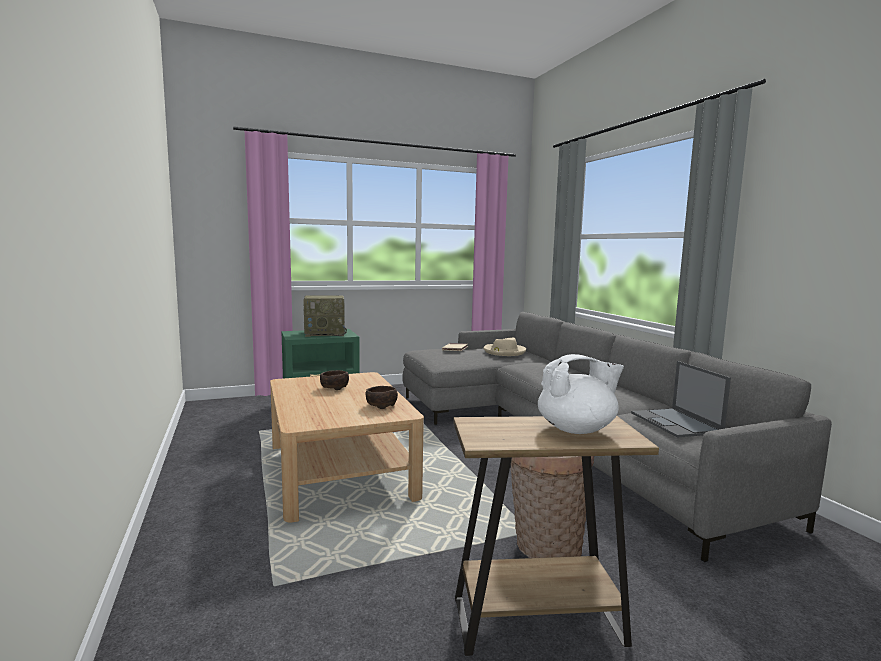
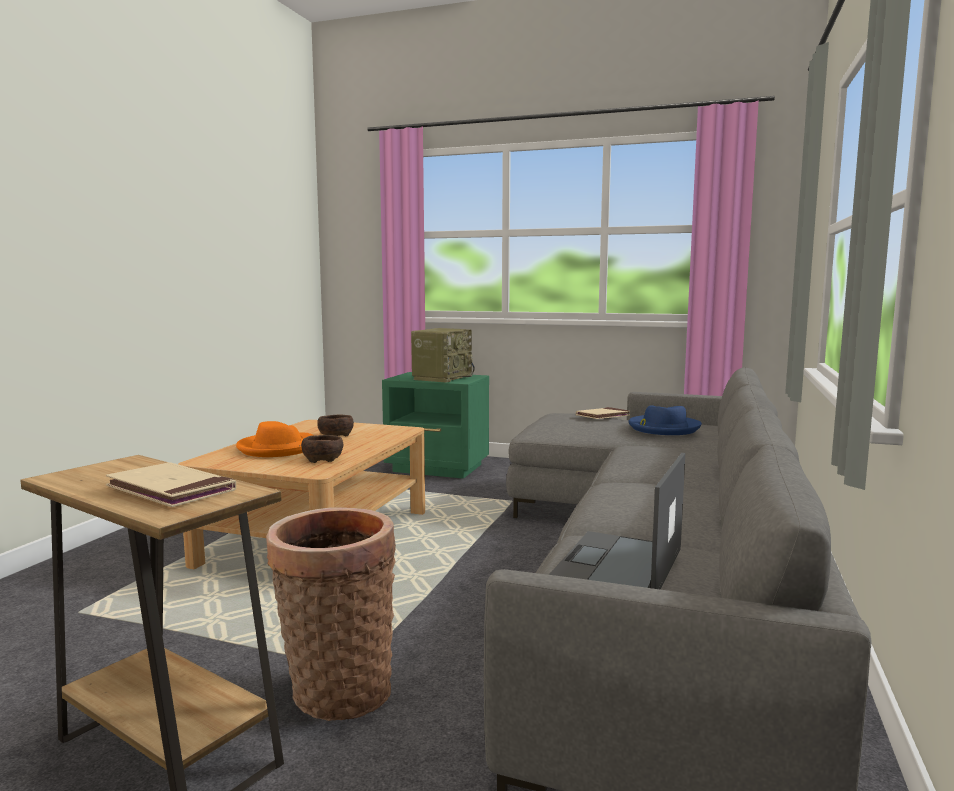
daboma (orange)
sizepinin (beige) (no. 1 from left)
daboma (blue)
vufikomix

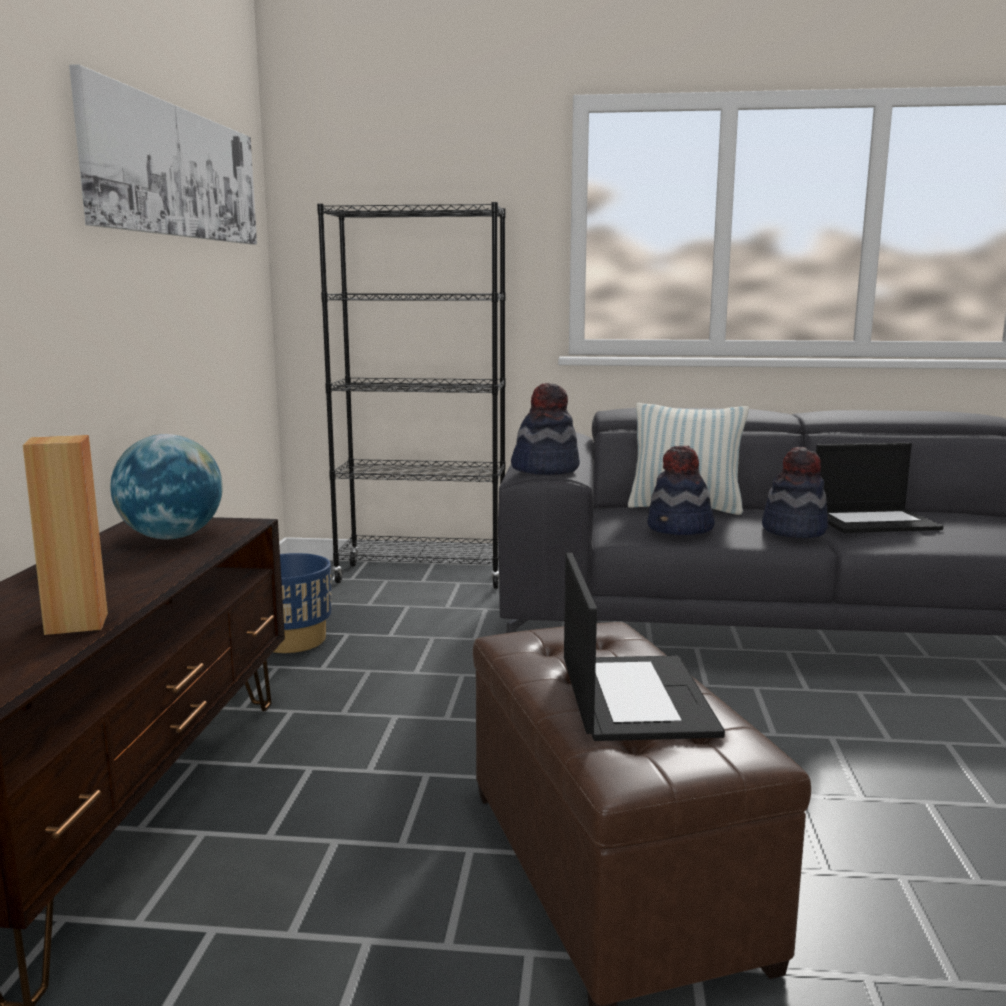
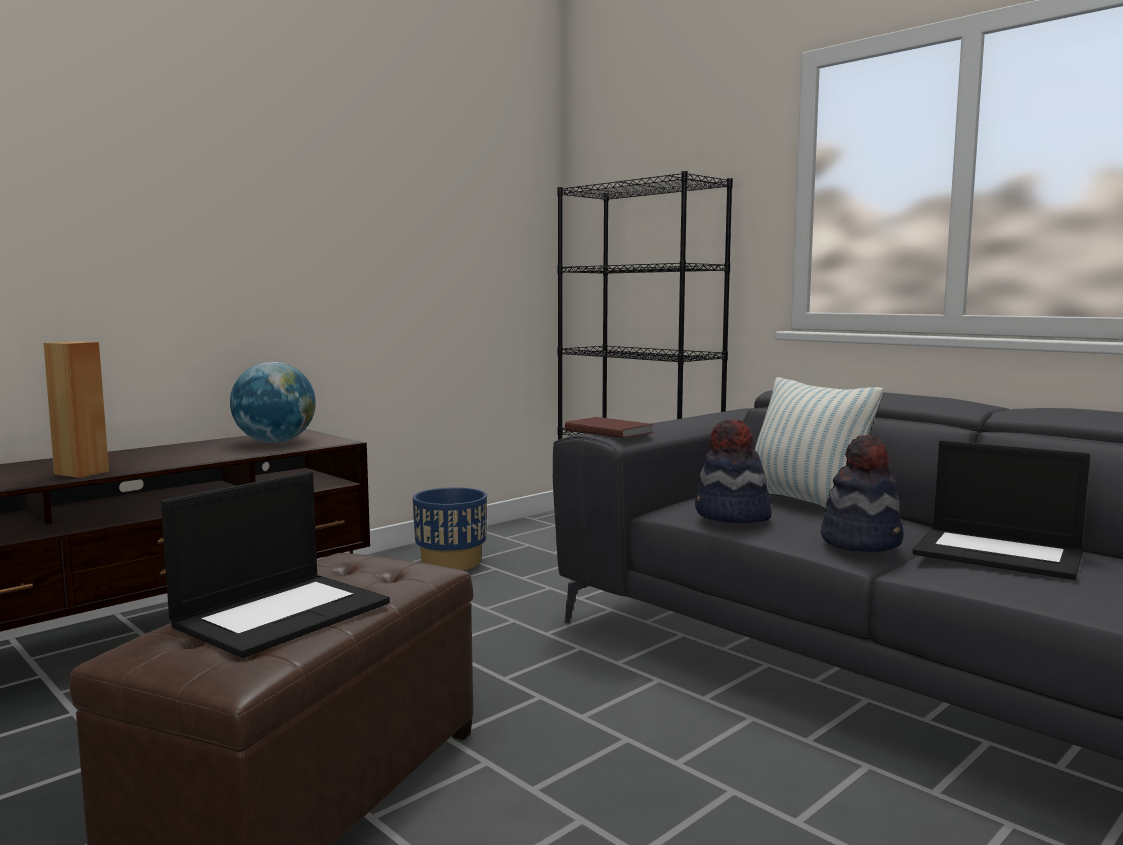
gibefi
sizepinin (brown)

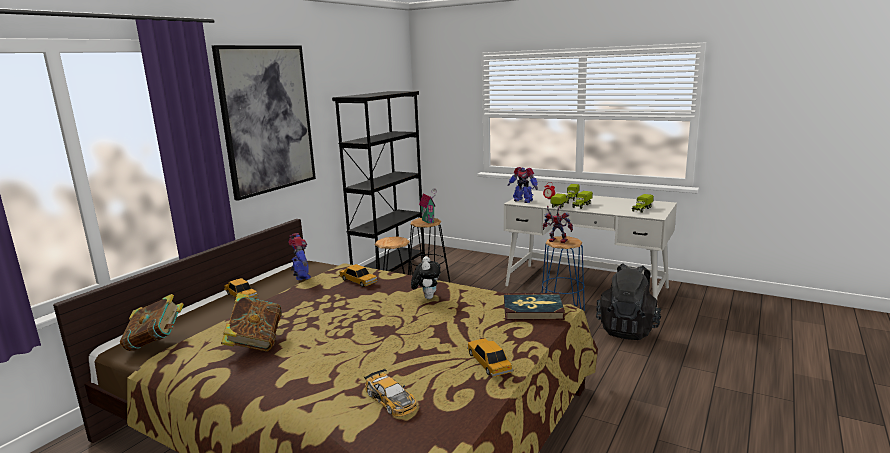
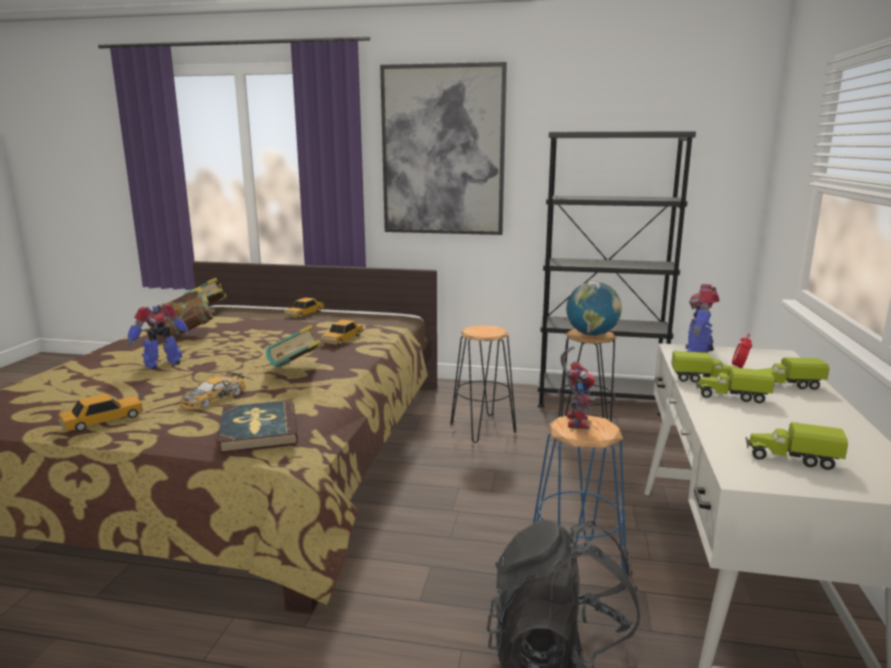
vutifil (no. 1 from left)
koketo (no. 2 from left)
sizepinin (no. 4 from left)
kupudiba

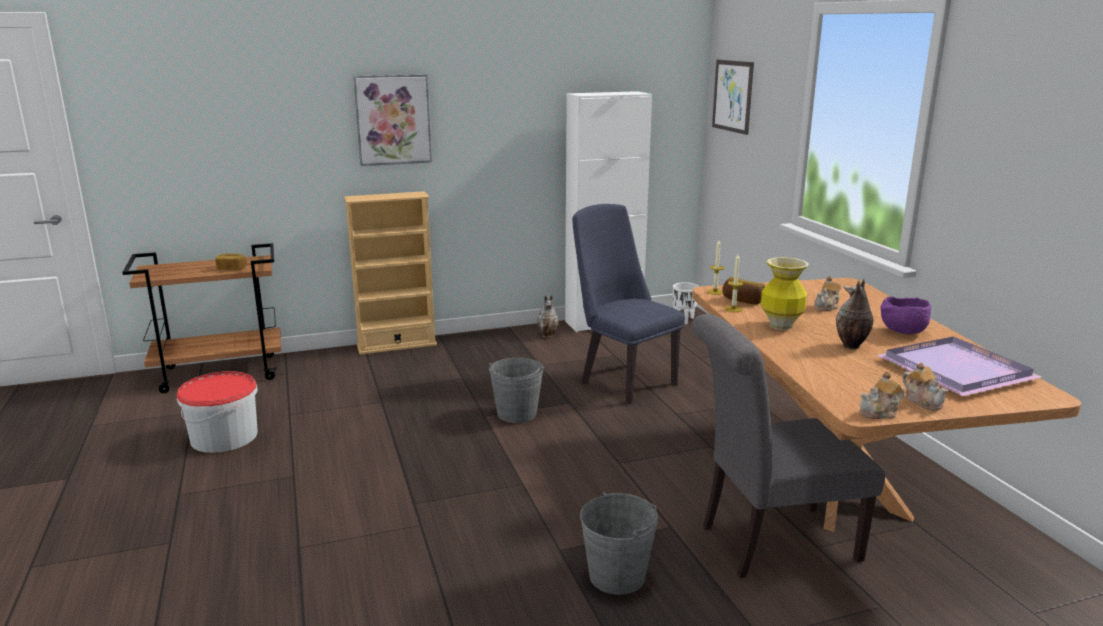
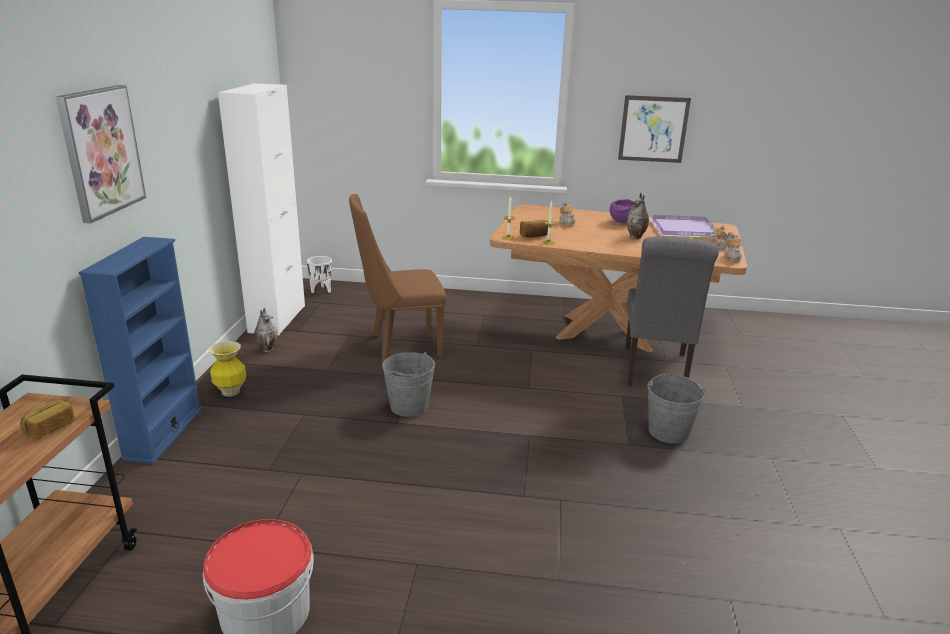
gibefi (no. 2 from left)
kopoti (no. 1 from left)
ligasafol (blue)
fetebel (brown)

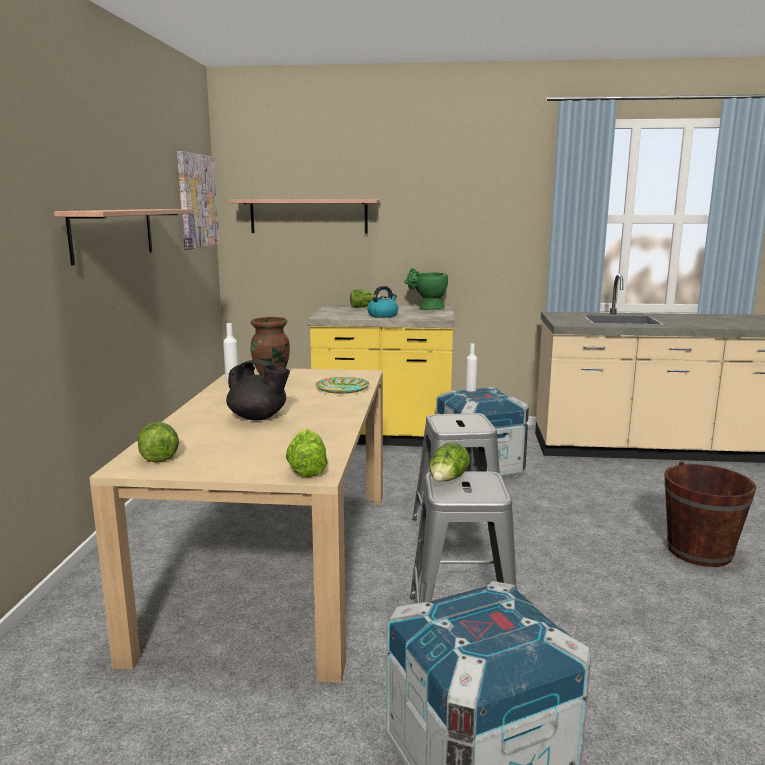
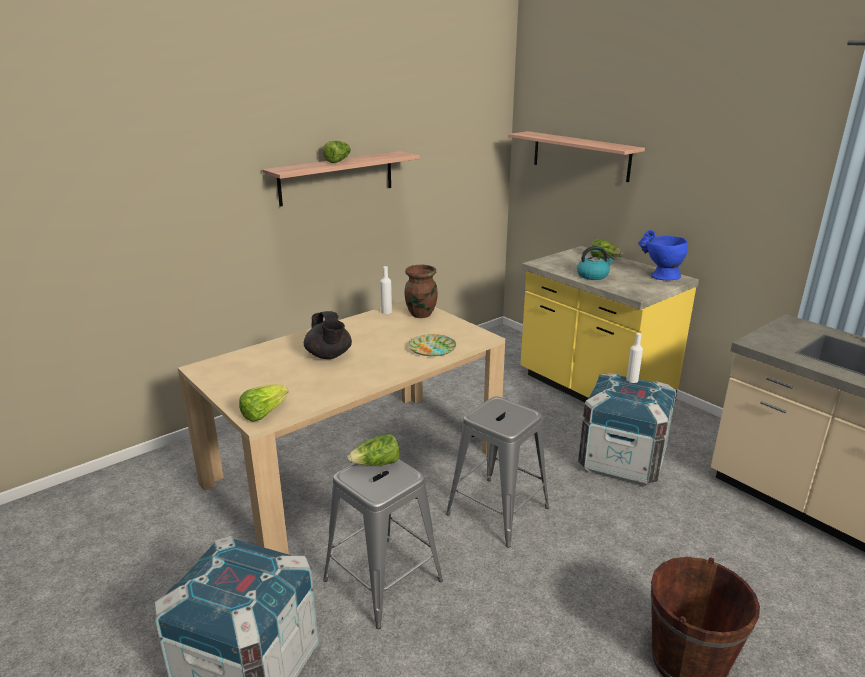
gibefi
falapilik (no. 2 from left)
kopoti (blue)

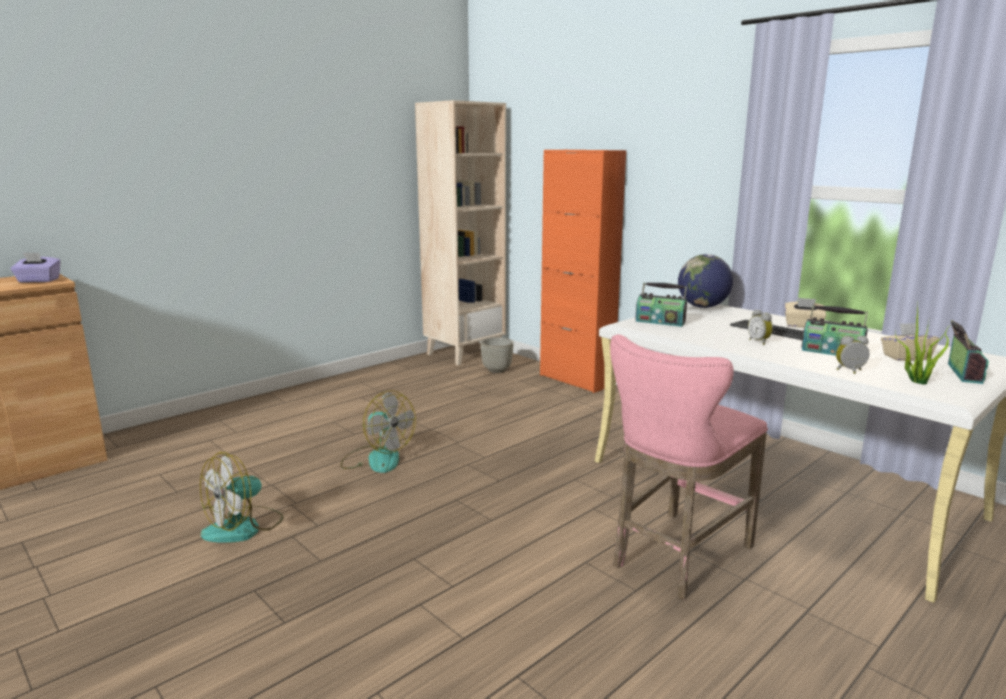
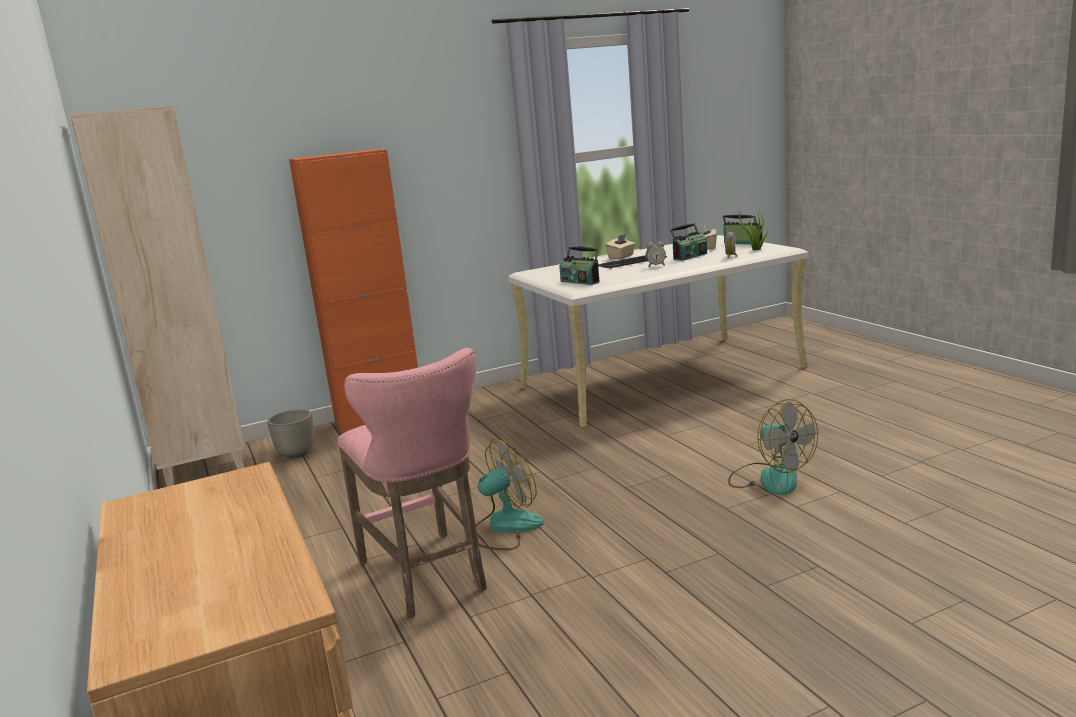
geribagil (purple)
kupudiba
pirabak (no. 2 from left)
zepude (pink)
vufikomix (no. 1 from left)

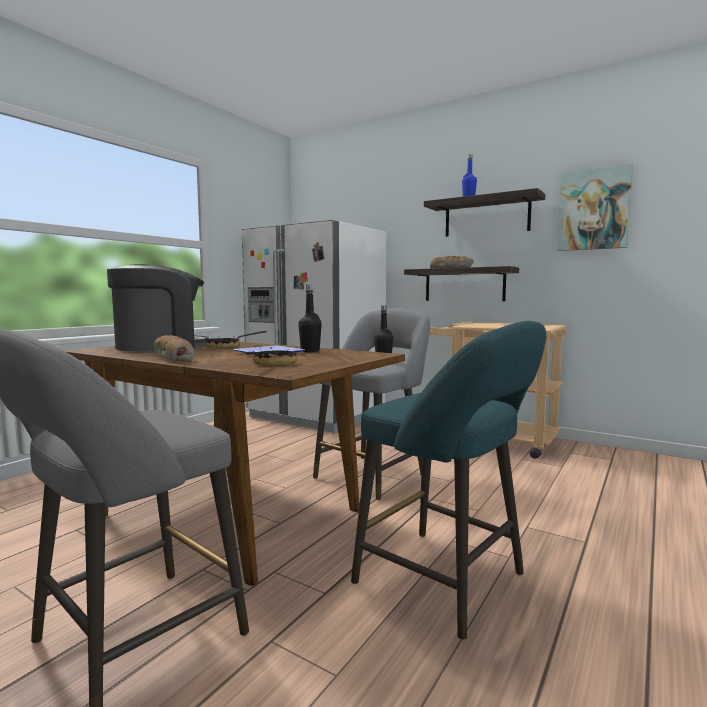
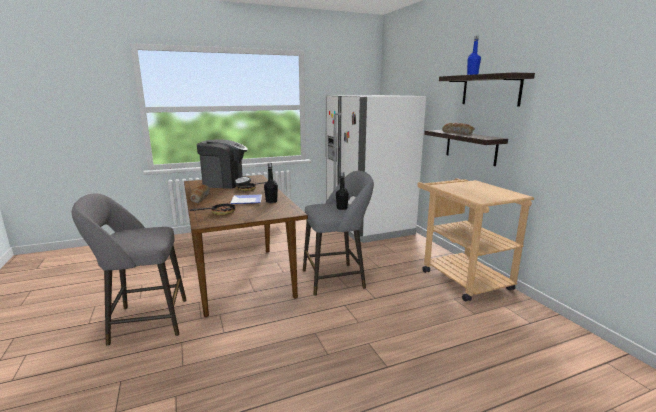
zepude (turquoise)
gibefi

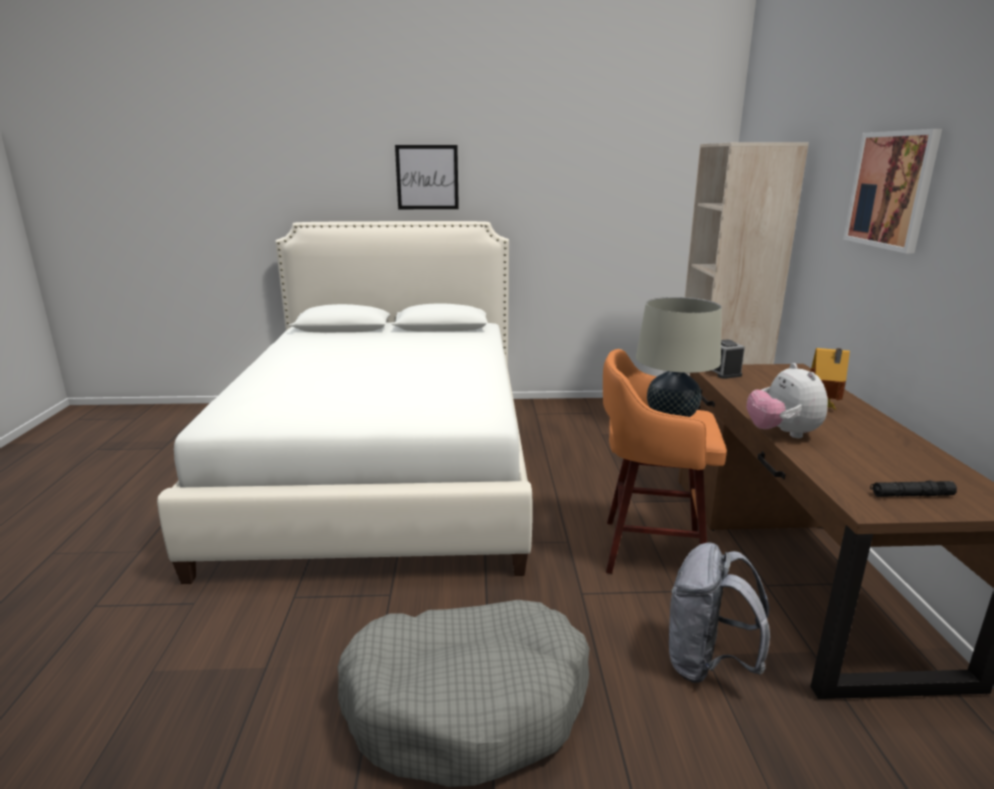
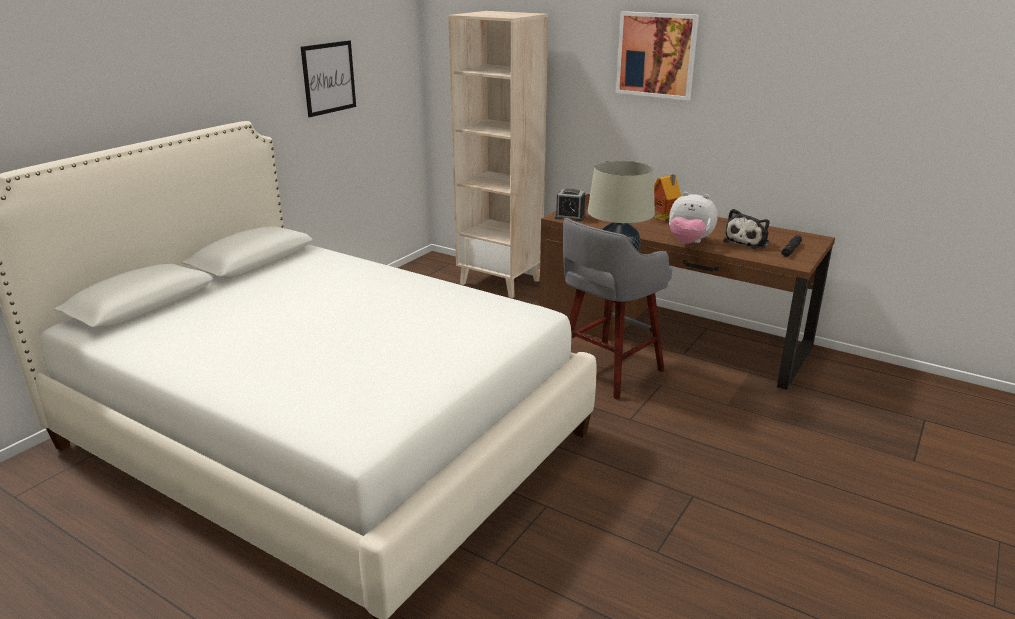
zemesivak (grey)
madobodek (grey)
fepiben (no. 2 from left)
gibefi (no. 1 from left)
zepude (grey)

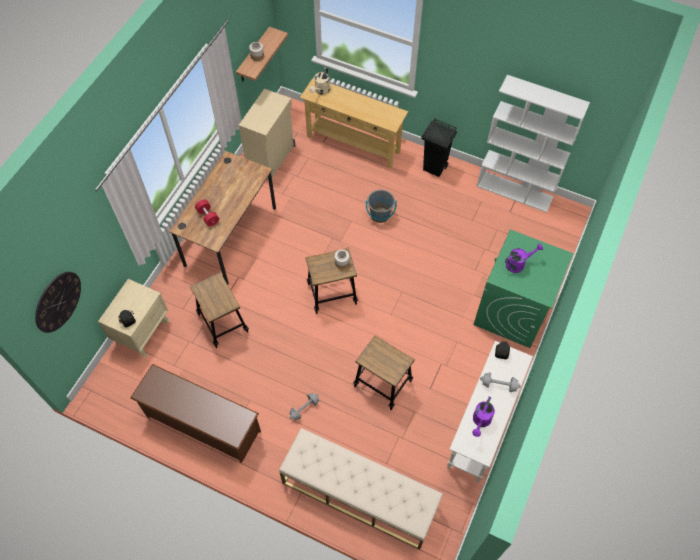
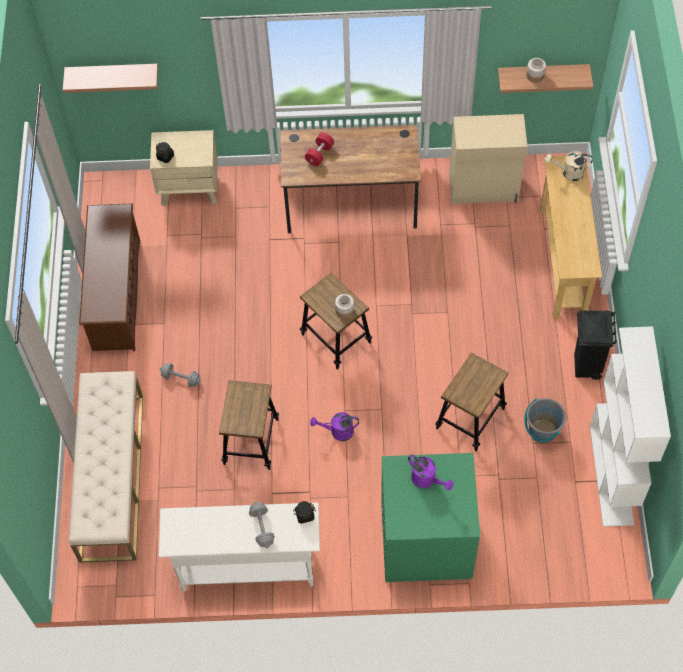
zepude (no. 3 from left)
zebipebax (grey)
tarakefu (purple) (no. 1 from left)
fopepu (no. 1 from left)

